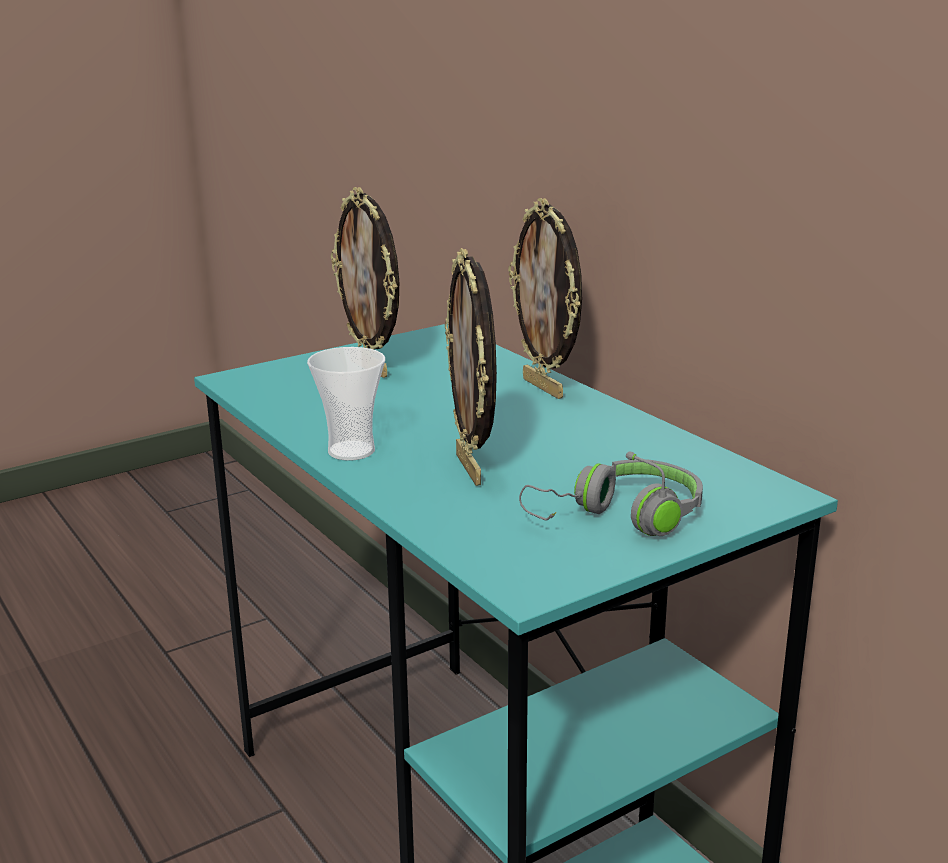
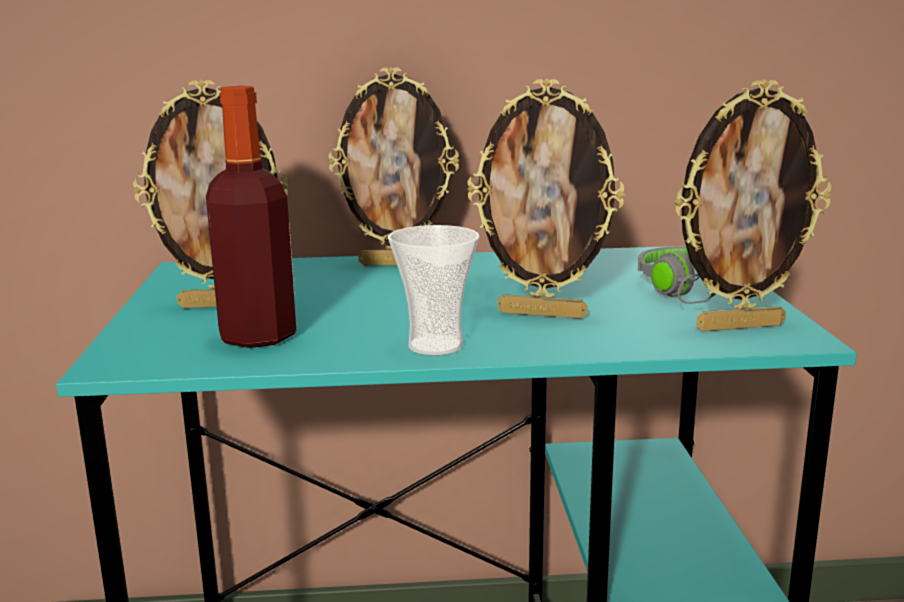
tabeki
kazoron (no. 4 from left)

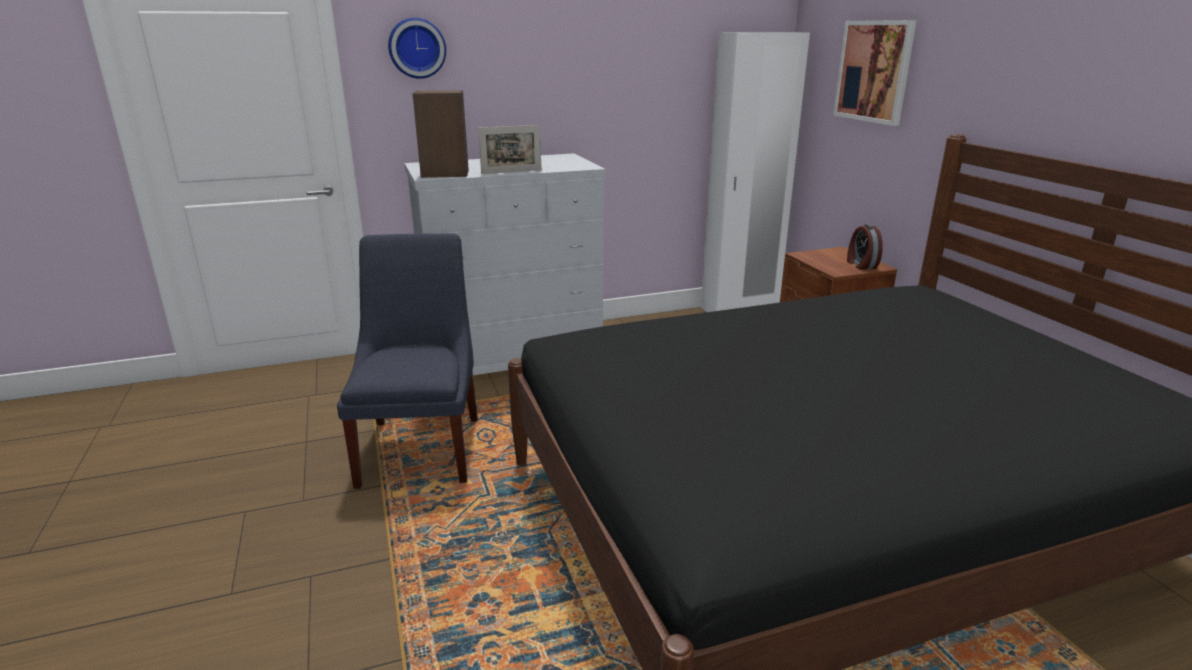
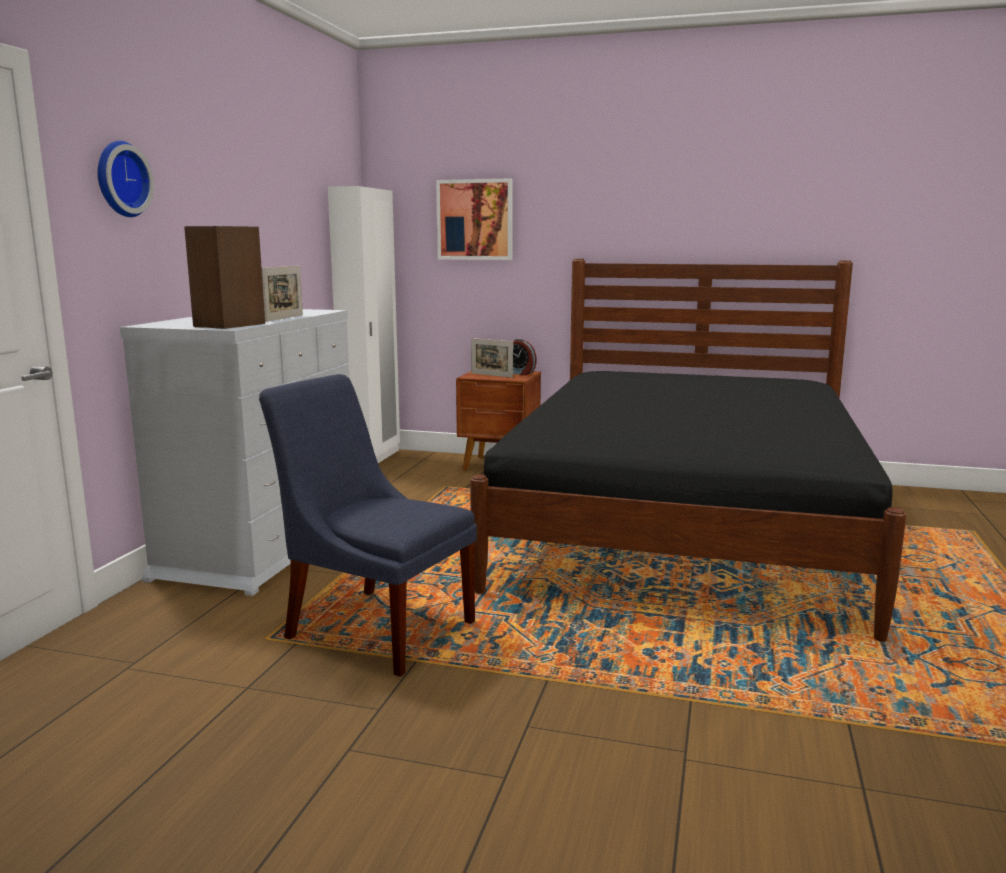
kazoron (no. 2 from left)

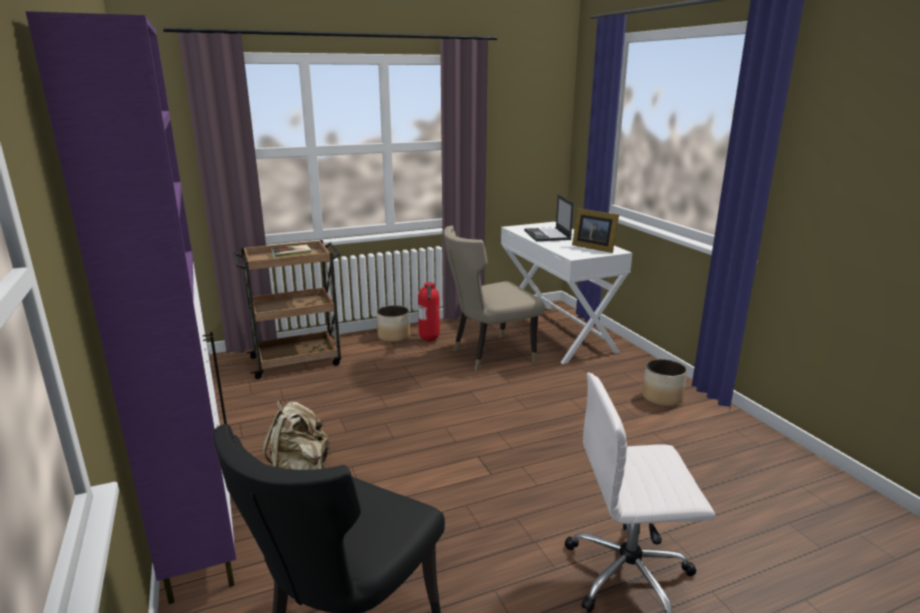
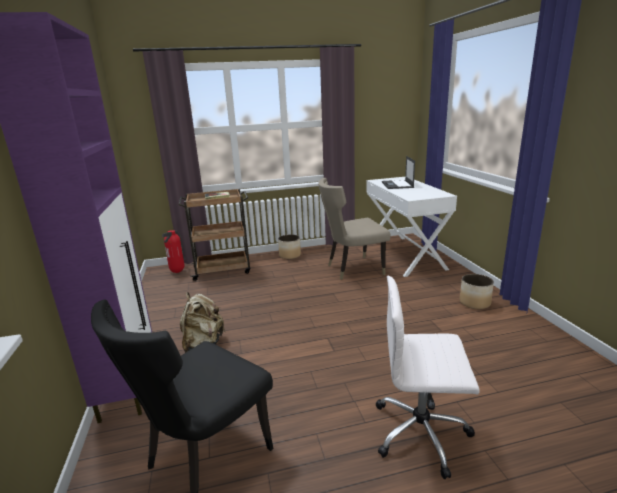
kazoron
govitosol

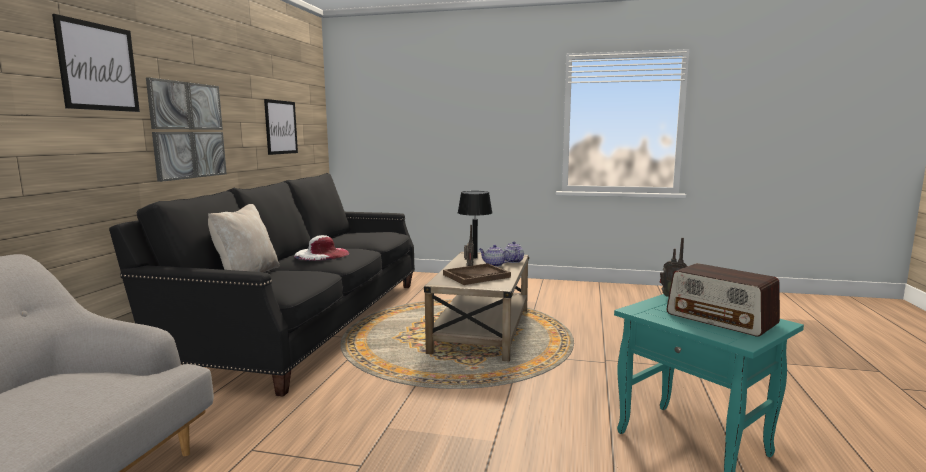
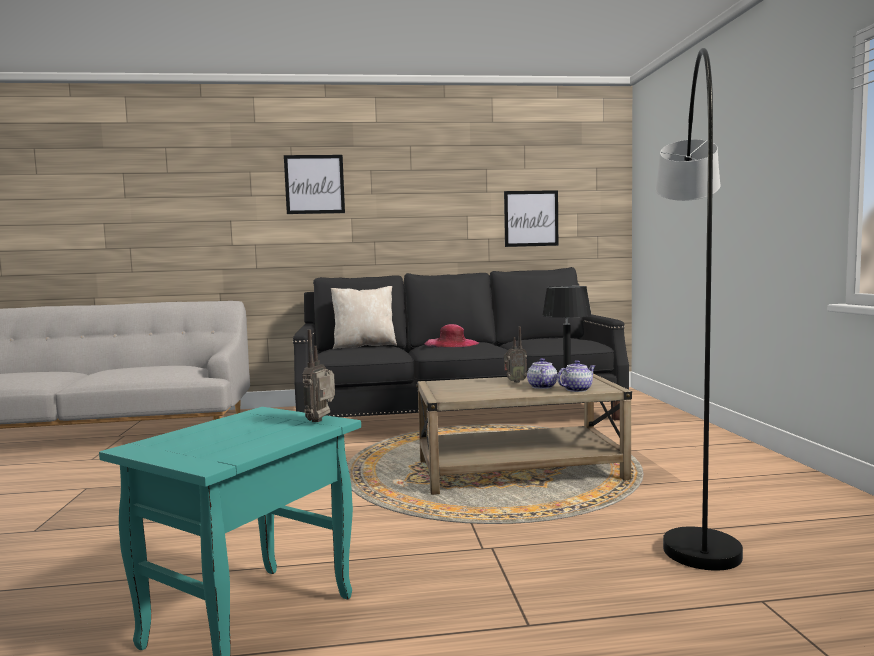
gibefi (no. 2 from left in the first image)
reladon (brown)
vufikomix (no. 3 from left in the first image)
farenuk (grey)
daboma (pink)

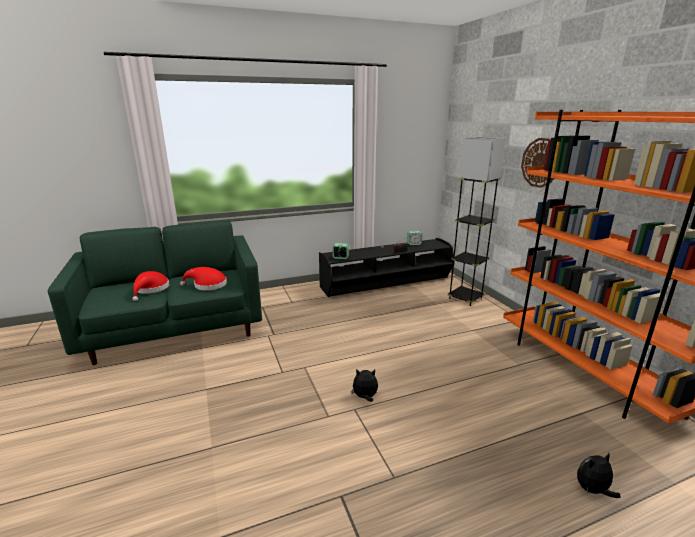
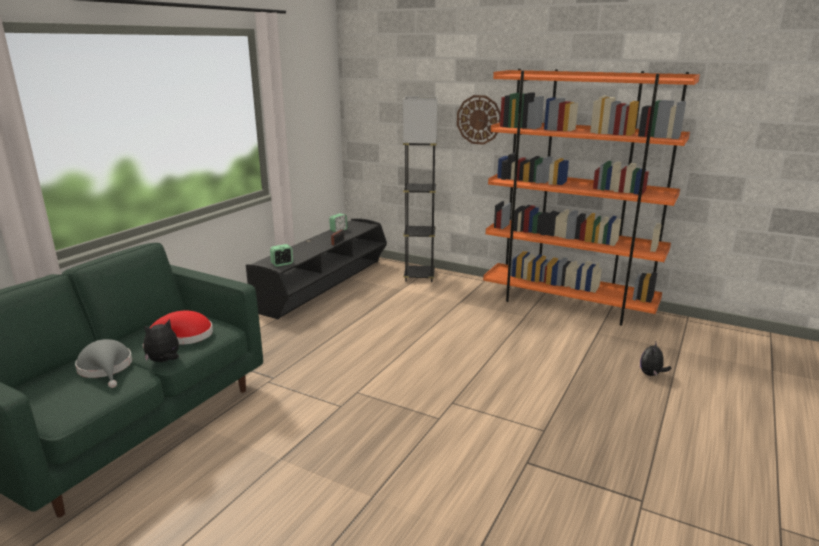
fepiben (no. 1 from left)
daboma (grey)

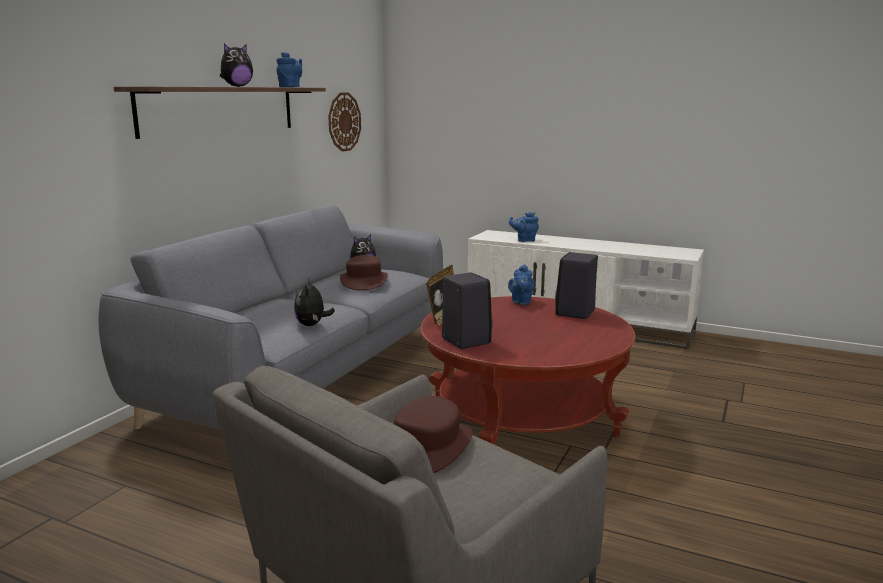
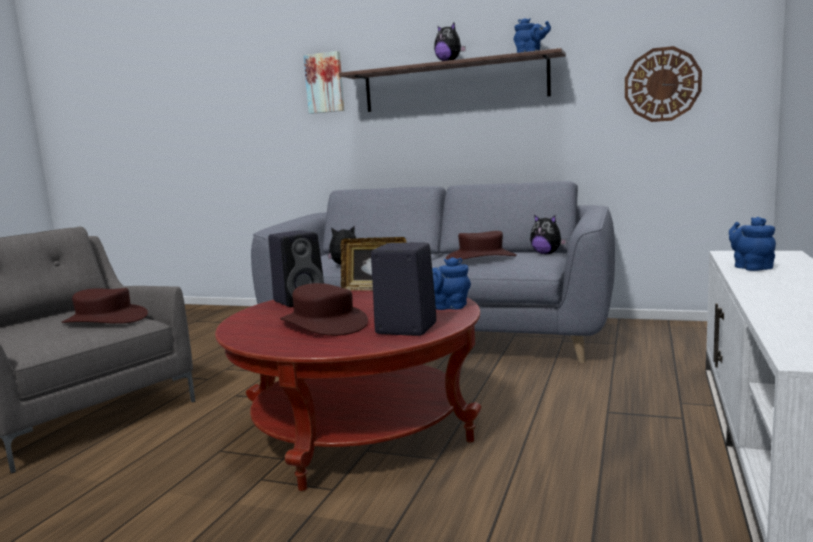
daboma (brown) (no. 2 from left)
gibefi

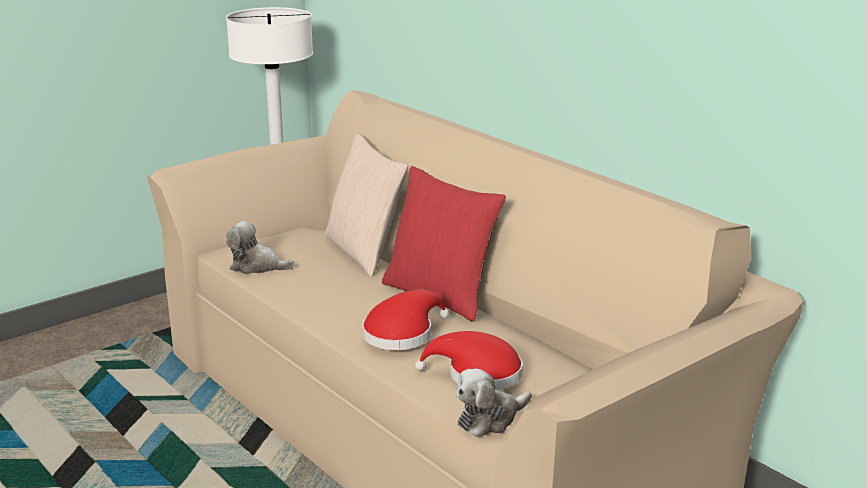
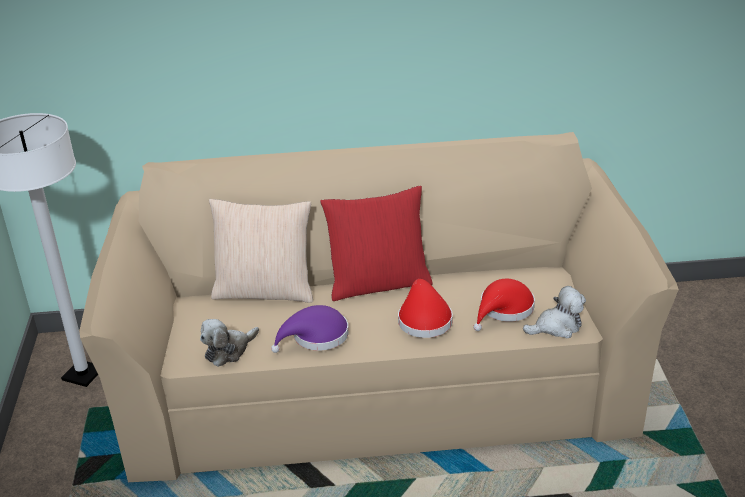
daboma (purple)
fepiben (no. 2 from left)

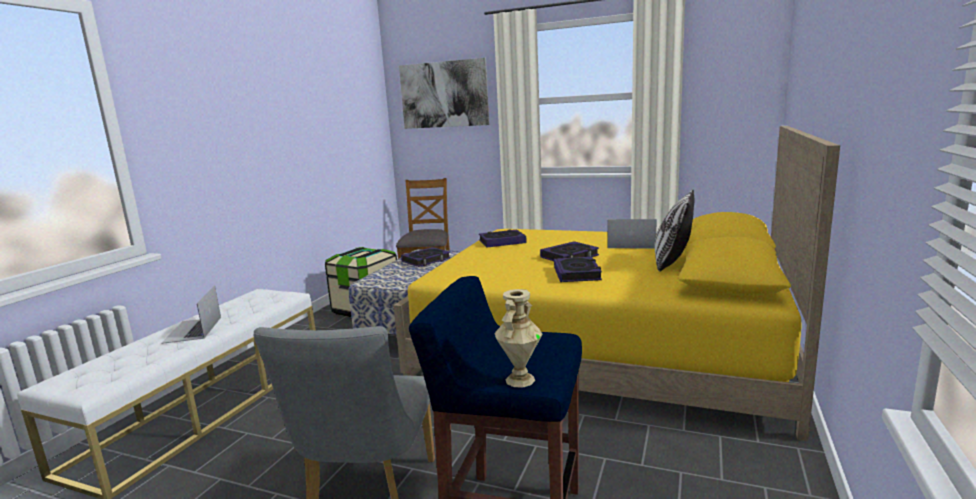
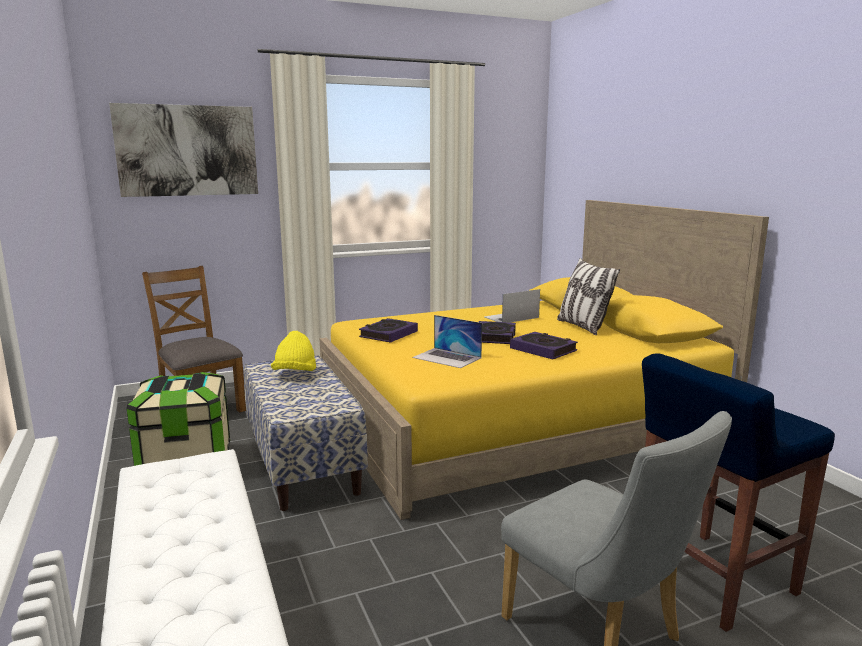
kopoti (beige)
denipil (no. 1 from left)
daboma (yellow)

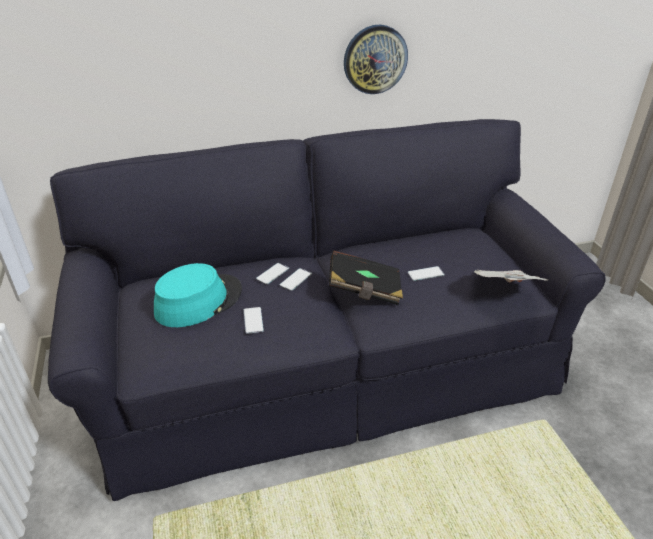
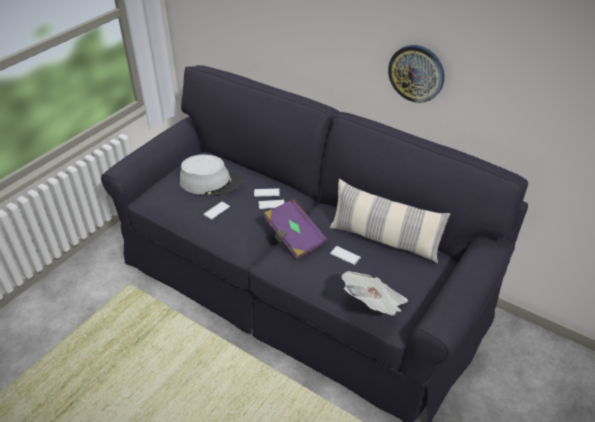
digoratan
daboma (grey)
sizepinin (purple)

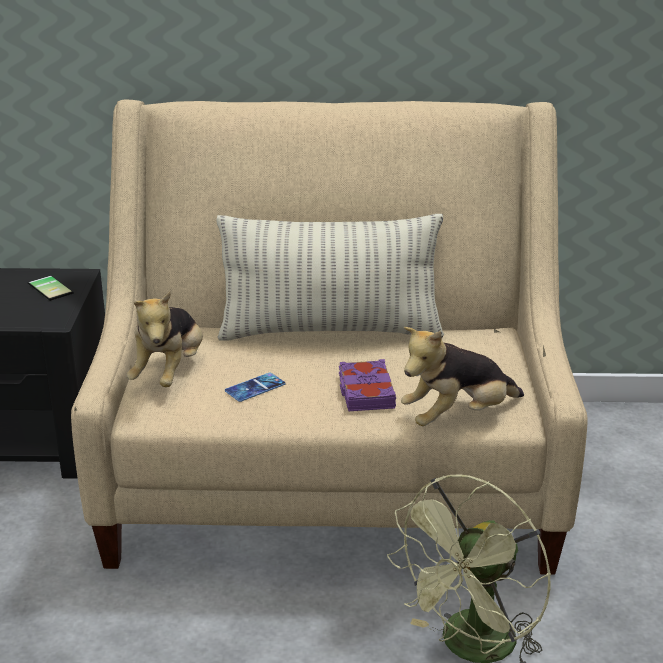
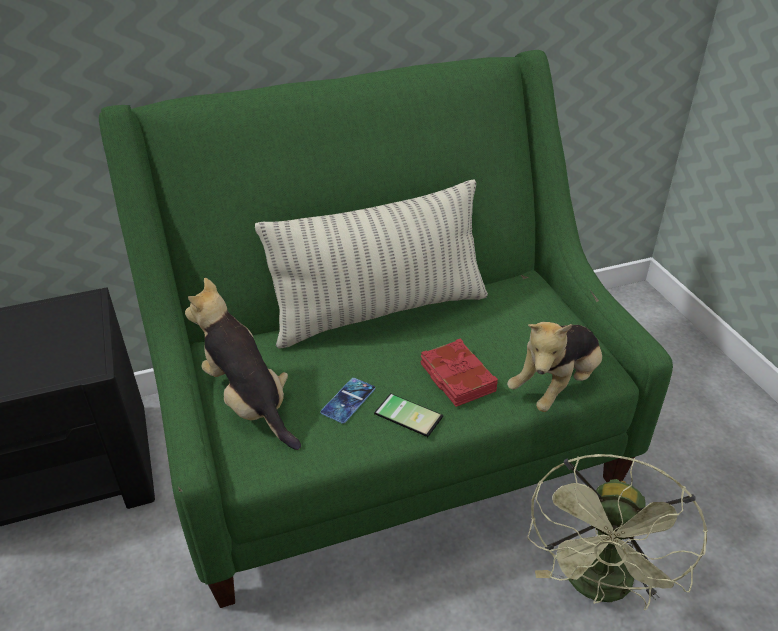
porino (no. 2 from left)
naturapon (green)
sizepinin (red)
fepiben (no. 1 from left)

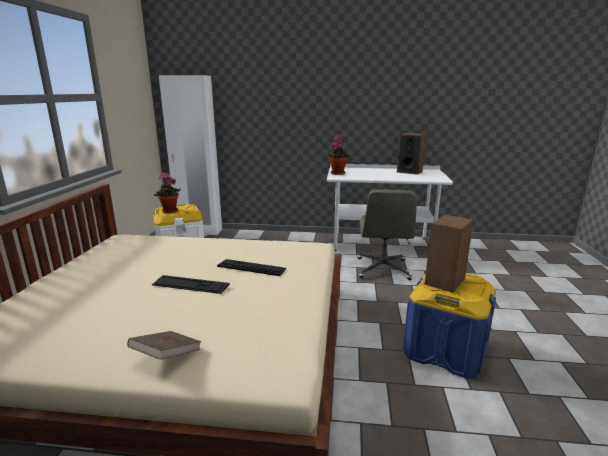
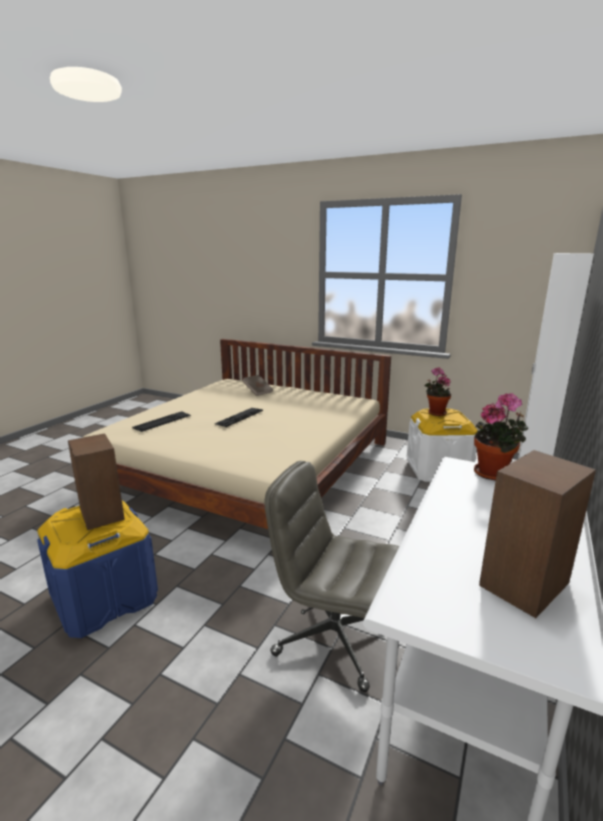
sizepinin (brown)
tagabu (no. 1 from left)

